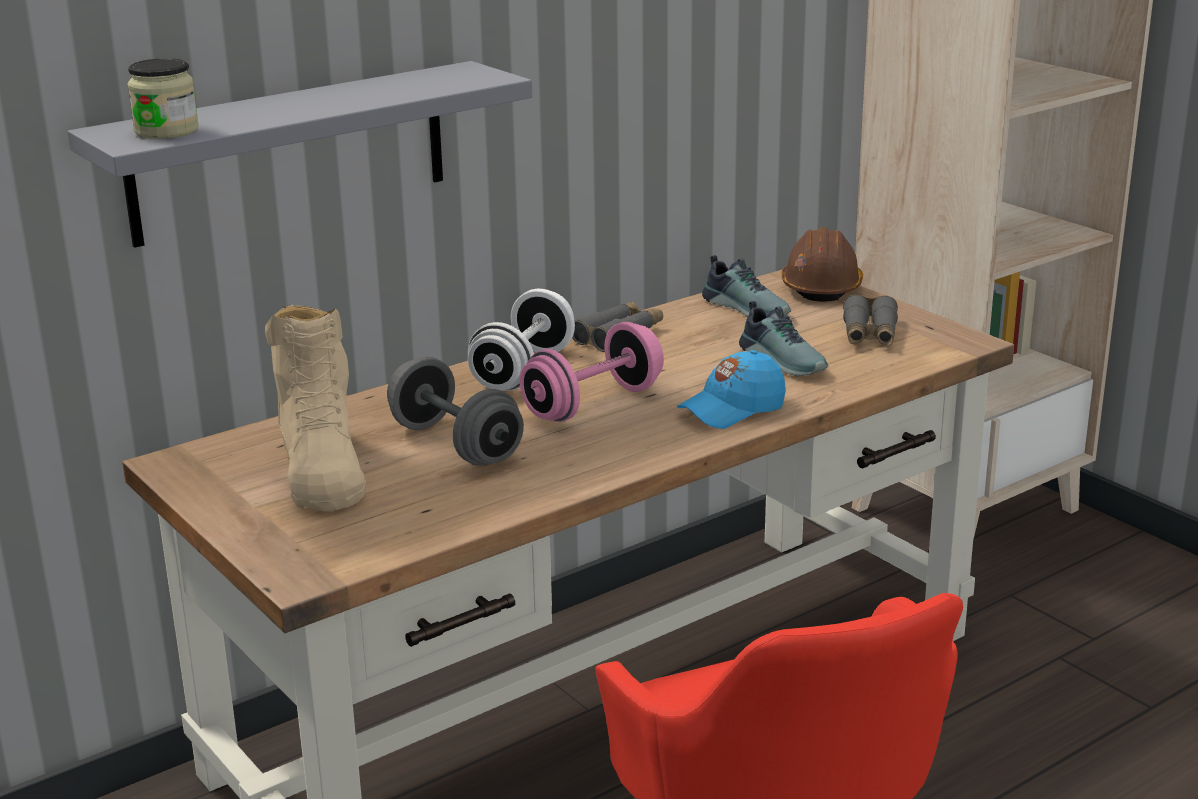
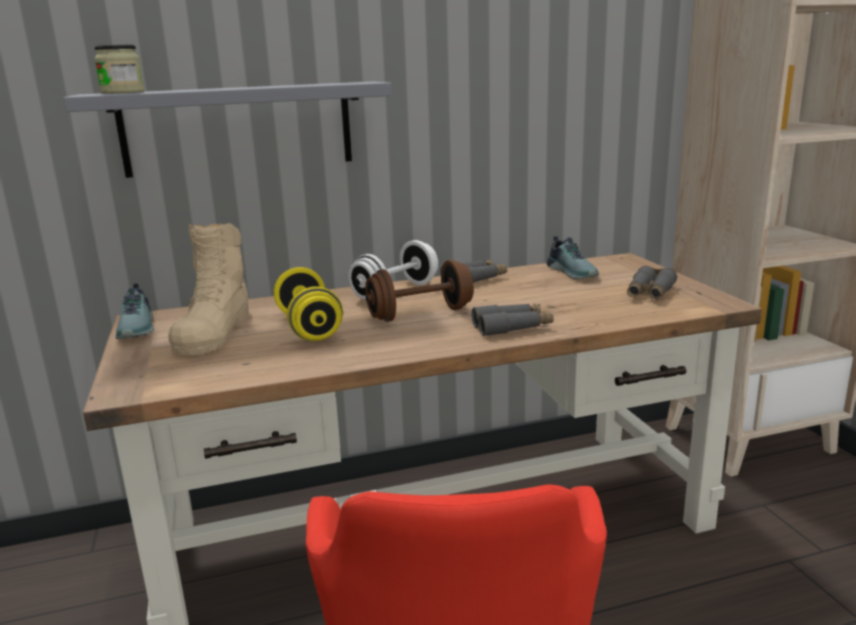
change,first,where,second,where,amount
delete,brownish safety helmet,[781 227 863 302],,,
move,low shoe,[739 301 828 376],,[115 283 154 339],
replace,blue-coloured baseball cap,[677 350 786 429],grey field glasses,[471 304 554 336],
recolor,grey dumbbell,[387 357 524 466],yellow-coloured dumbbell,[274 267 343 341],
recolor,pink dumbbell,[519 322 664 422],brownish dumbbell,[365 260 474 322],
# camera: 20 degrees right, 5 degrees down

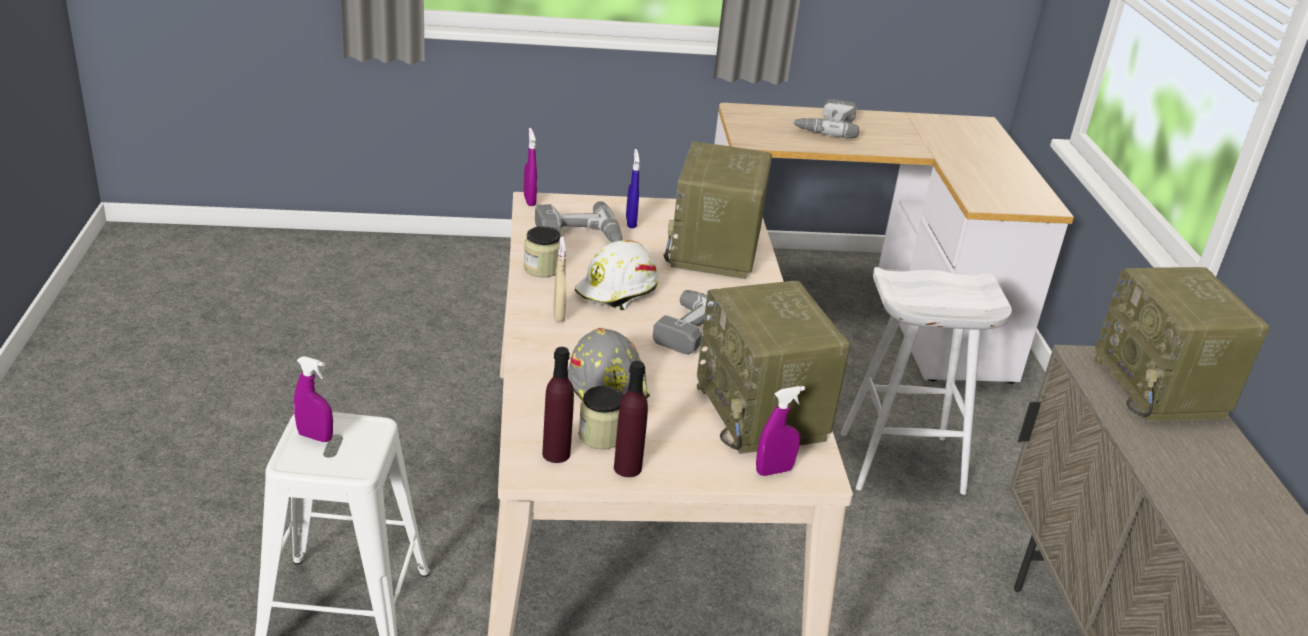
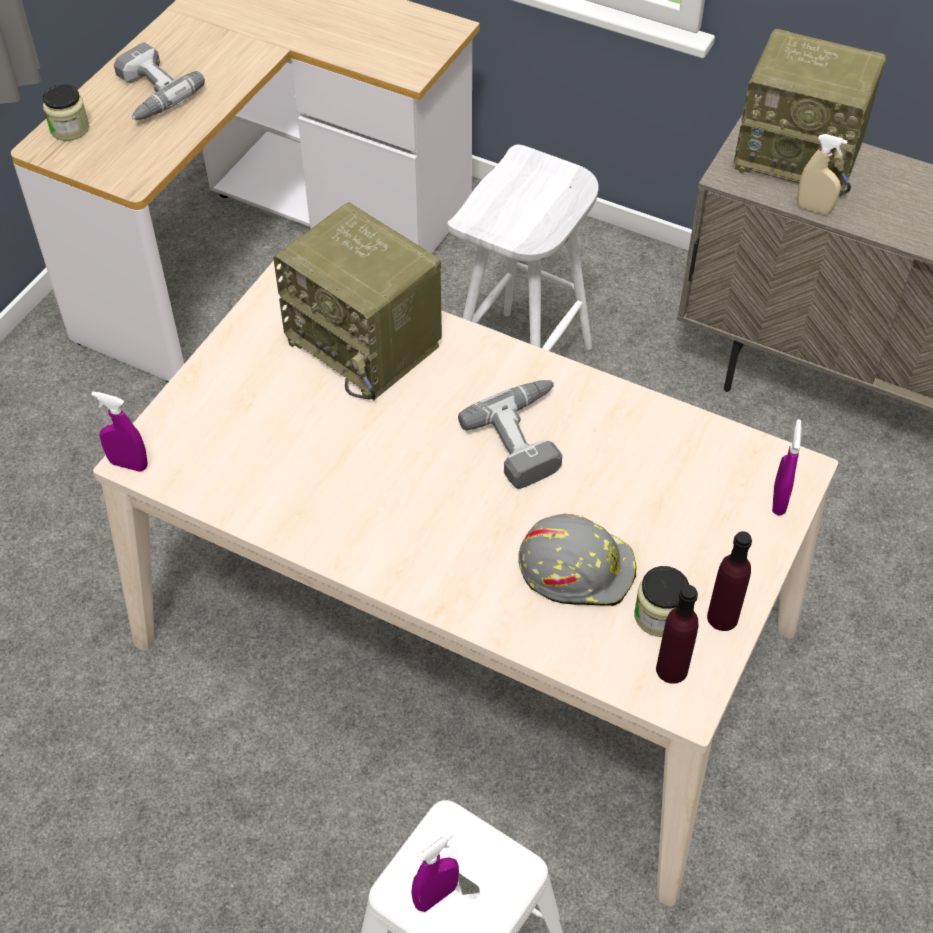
change,first,where,second,where,amount
delete,electric drill,[535 201 622 243],,,
delete,whitish safety helmet,[575 240 659 310],,,
delete,blue-coloured spray bottle,[626 149 640 228],,,
delete,radio,[697 281 850 454],,,
move,preserve jar,[523 226 560 277],,[43 84 89 141],
move,beige spray bottle,[553 237 566 322],,[797 134 848 214],
# camera: 55 degrees left, 20 degrees up

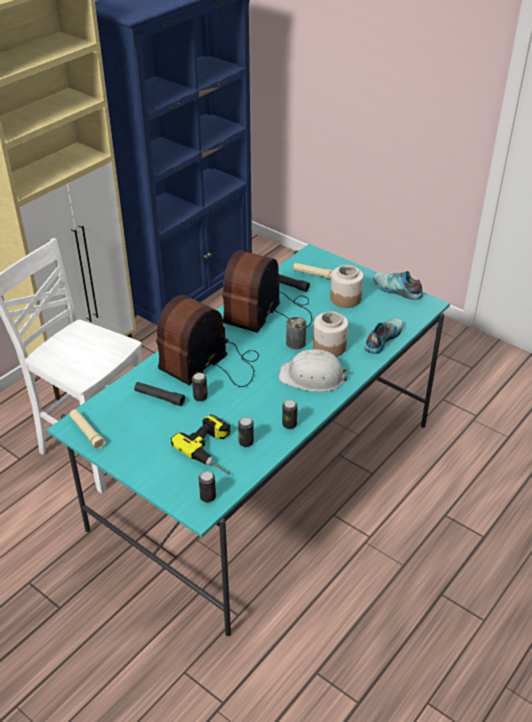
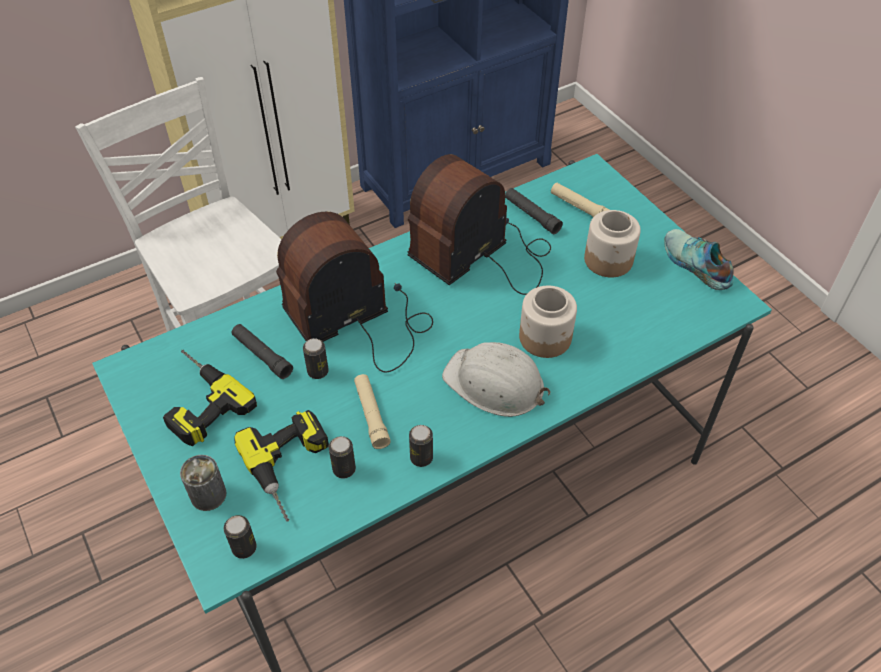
change,first,where,second,where,amount
delete,low shoe,[364 318 403 354],,,
insert,,,electric drill,[163 350 257 446],
move,beige flashlight,[70 409 105 449],,[354 374 391 449],
move,metal can,[286 317 307 350],,[180 455 227 511],
# camera: 20 degrees right, 10 degrees up

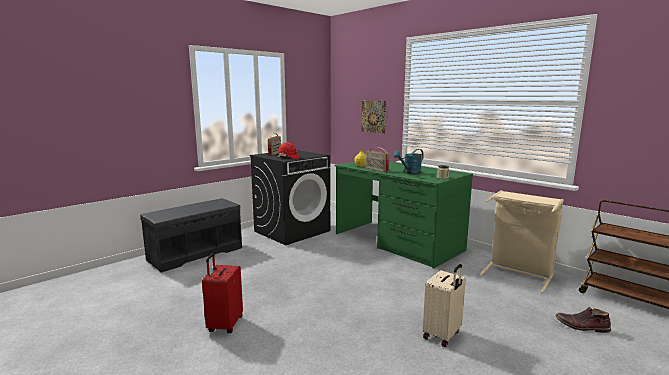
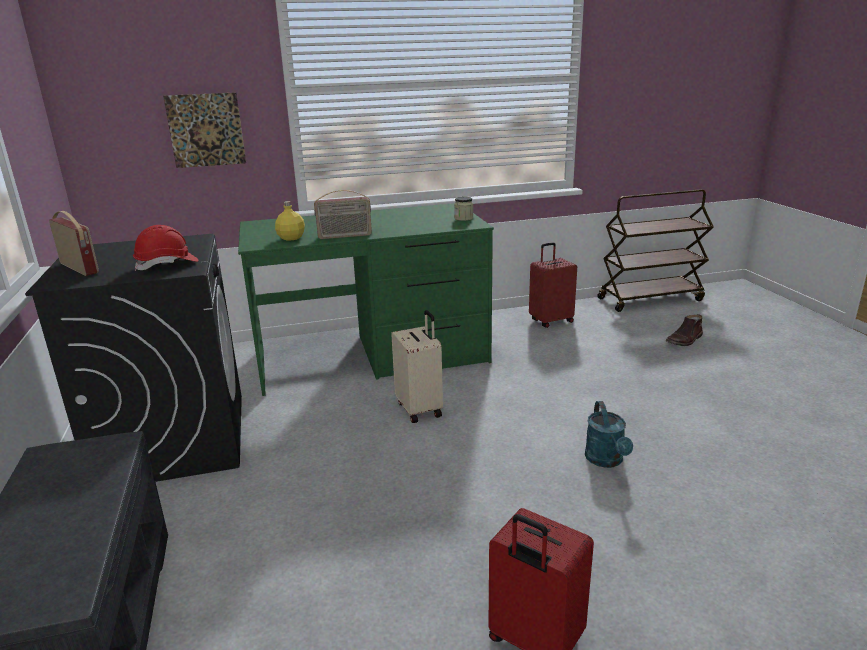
change,first,where,second,where,amount
move,turquoise watering pot,[393 149 424 174],,[585 401 633 468],
move,beige piece of luggage,[423 264 466 347],,[391 310 443 423],
replace,beige laundry basket,[479 190 564 293],red piece of luggage,[529 242 577 328],
# camera: 60 degrees left, 10 degrees up

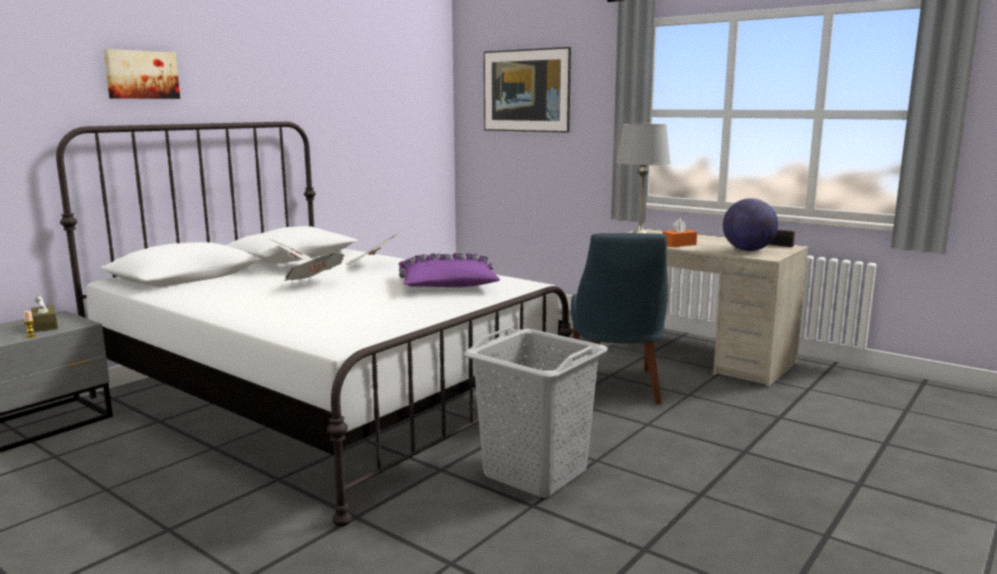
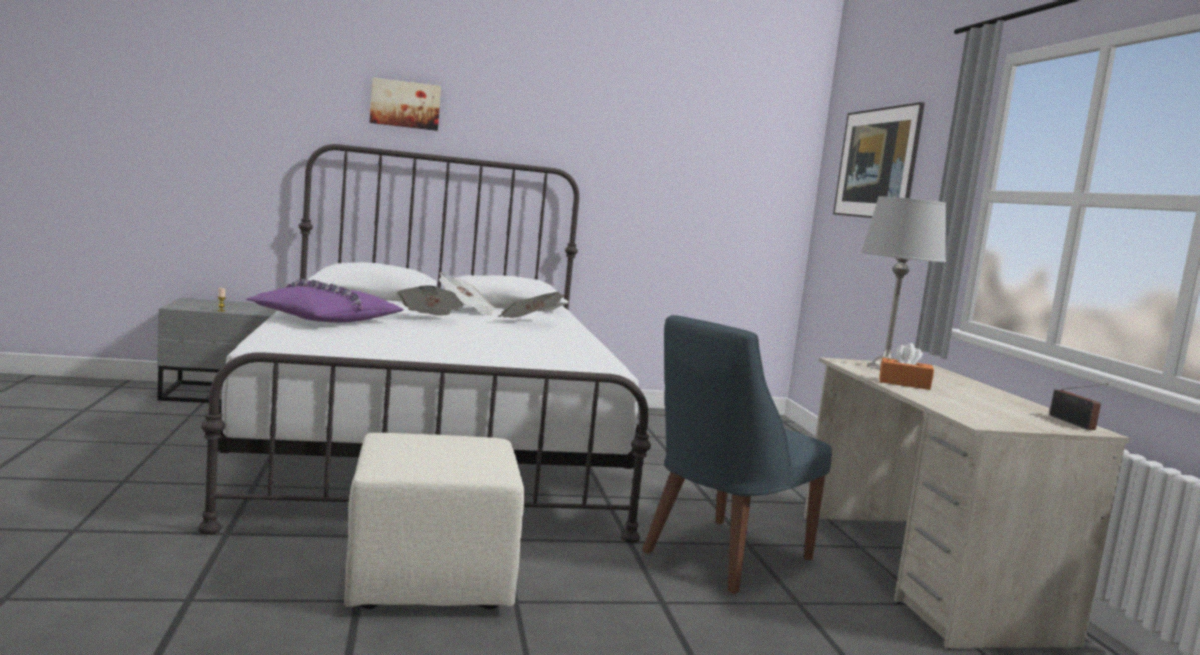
change,first,where,second,where,amount
delete,brownish box of tissues,[31 295 58 332],,,
delete,globe,[723 198 778 251],,,
move,purple cushion,[399 253 500 287],,[245 279 404 323],
replace,grey laundry basket,[464 328 608 498],beige ottoman,[344 433 524 609],
# camera: 40 degrees right, 5 degrees down

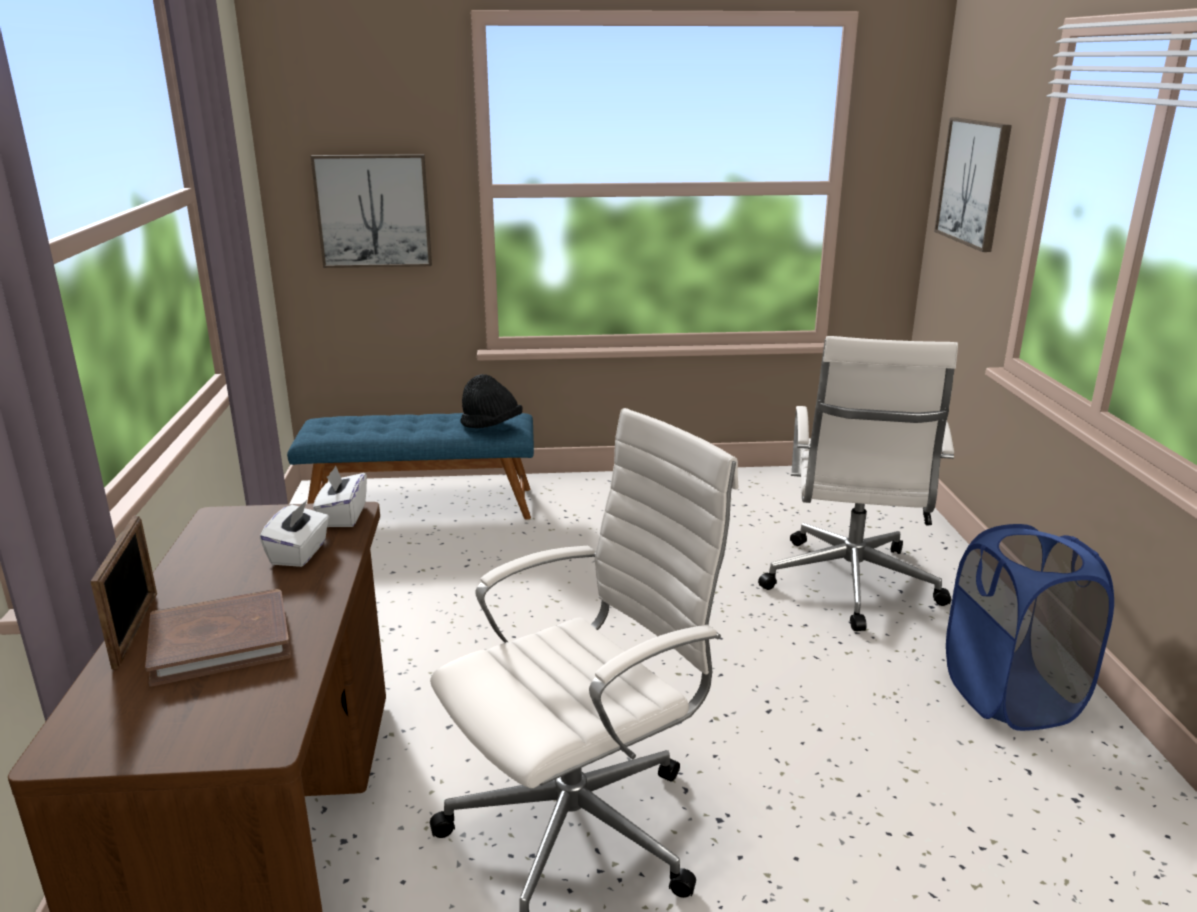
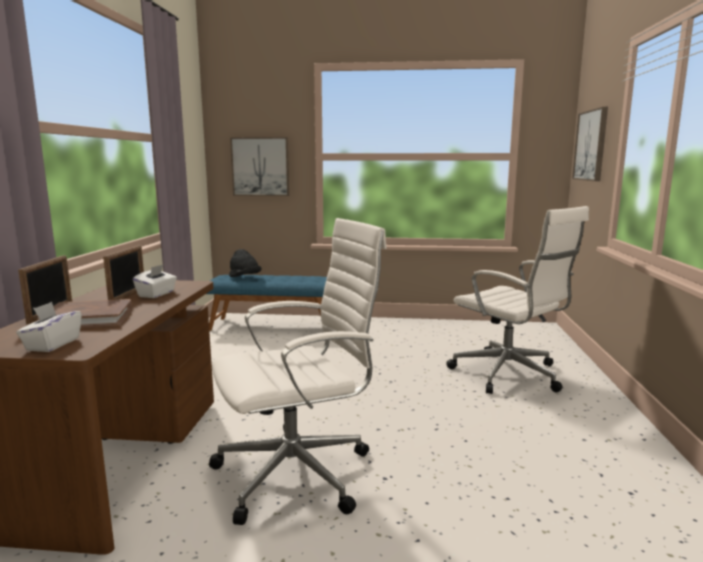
change,first,where,second,where,amount
delete,blue-coloured laundry basket,[946 524 1114 731],,,
insert,,,photo frame,[103 245 144 300],
move,whitish box of tissues,[313 466 367 527],,[16 302 82 352],
move,blackish wearable hat,[460 374 522 428],,[229 249 262 277],
rotate,whitish computer chair,[758 336 958 631],,[446 206 589 394],60 degrees counterclockwise
# camera: 10 degrees right, 10 degrees down

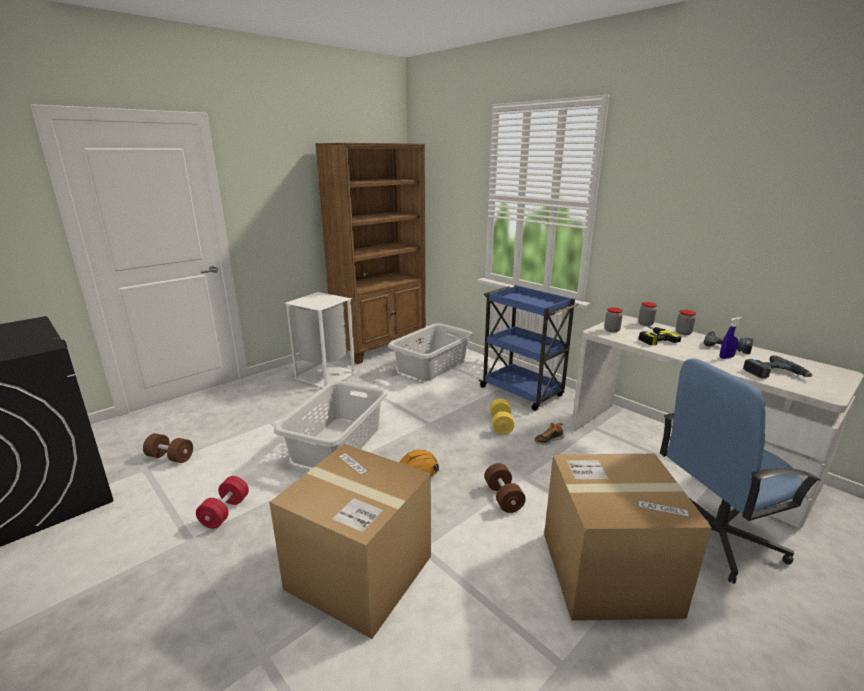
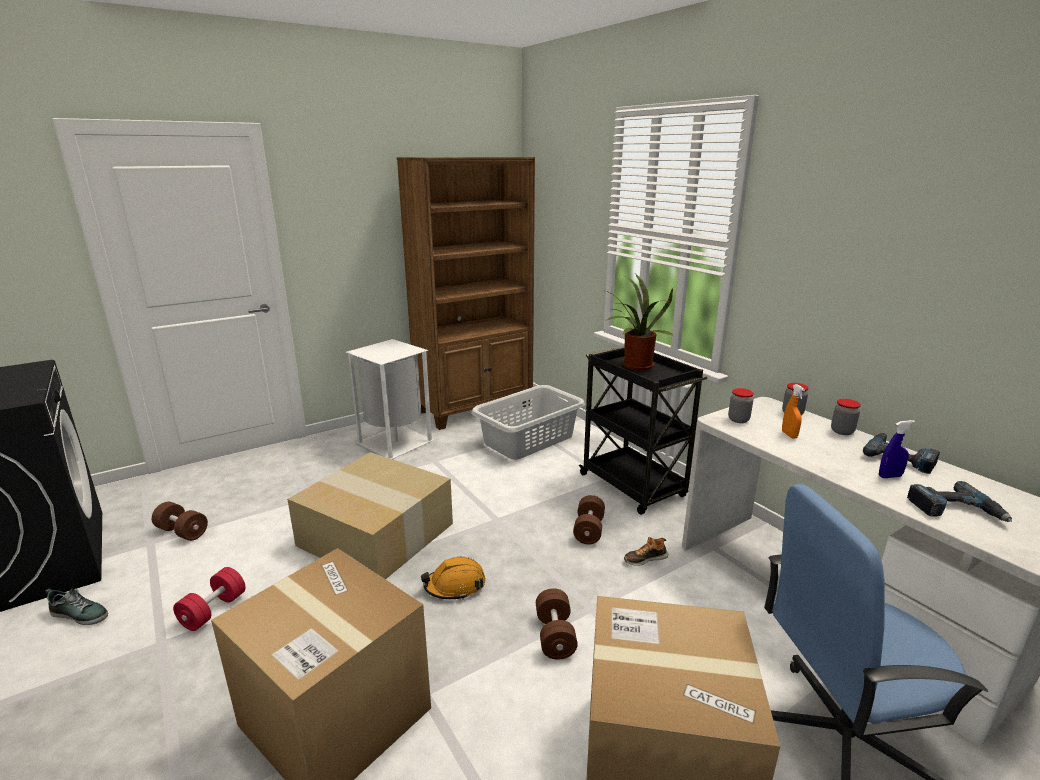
change,first,where,second,where,amount
insert,,,low shoe,[46 588 108 625],
insert,,,potted plant,[603 274 674 371],
replace,grey laundry basket,[274 381 387 468],carton,[287 452 453 579],
replace,electric drill,[639 324 681 346],orange-coloured spray bottle,[782 384 805 439],
recolor,blue-coloured trolley,[478 285 579 411],blackish trolley,[578 346 708 515],
recolor,yellow-coloured dumbbell,[490 399 514 434],brownish dumbbell,[573 495 605 544],
# camera: 10 degrees right, 0 degrees up

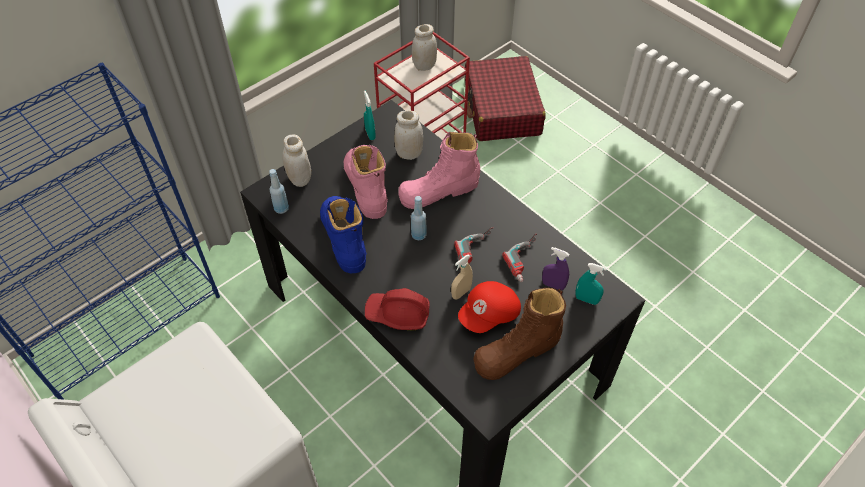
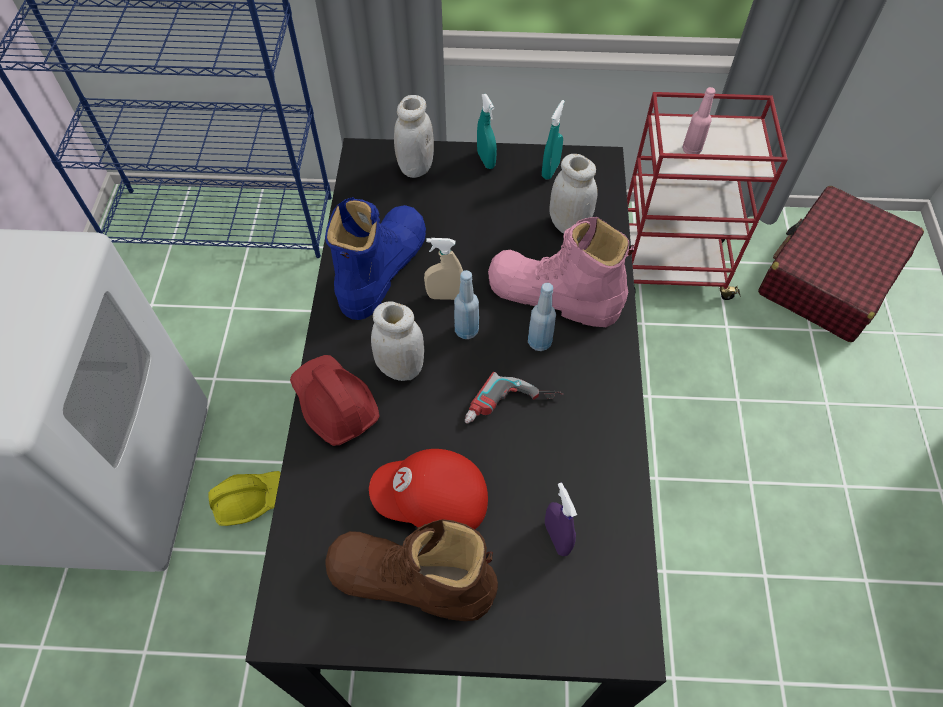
change,first,where,second,where,amount
delete,pink high-top boot,[344 145 388 219],,,
delete,electric drill,[502 234 537 282],,,
insert,,,yellow-coloured safety helmet,[208 471 281 526],
insert,,,pink drink bottle,[682 87 715 154],
move,blue-coloured drink bottle,[269 169 289 214],,[528 283 556 351],
move,whitish preserve jar,[412 24 437 71],,[371 301 425 381],
move,beige spray bottle,[451 255 473 300],,[424 238 463 300],
move,turquoise spray bottle,[576 263 607 305],,[477 94 497 169],
# camera: 45 degrees right, 5 degrees up

